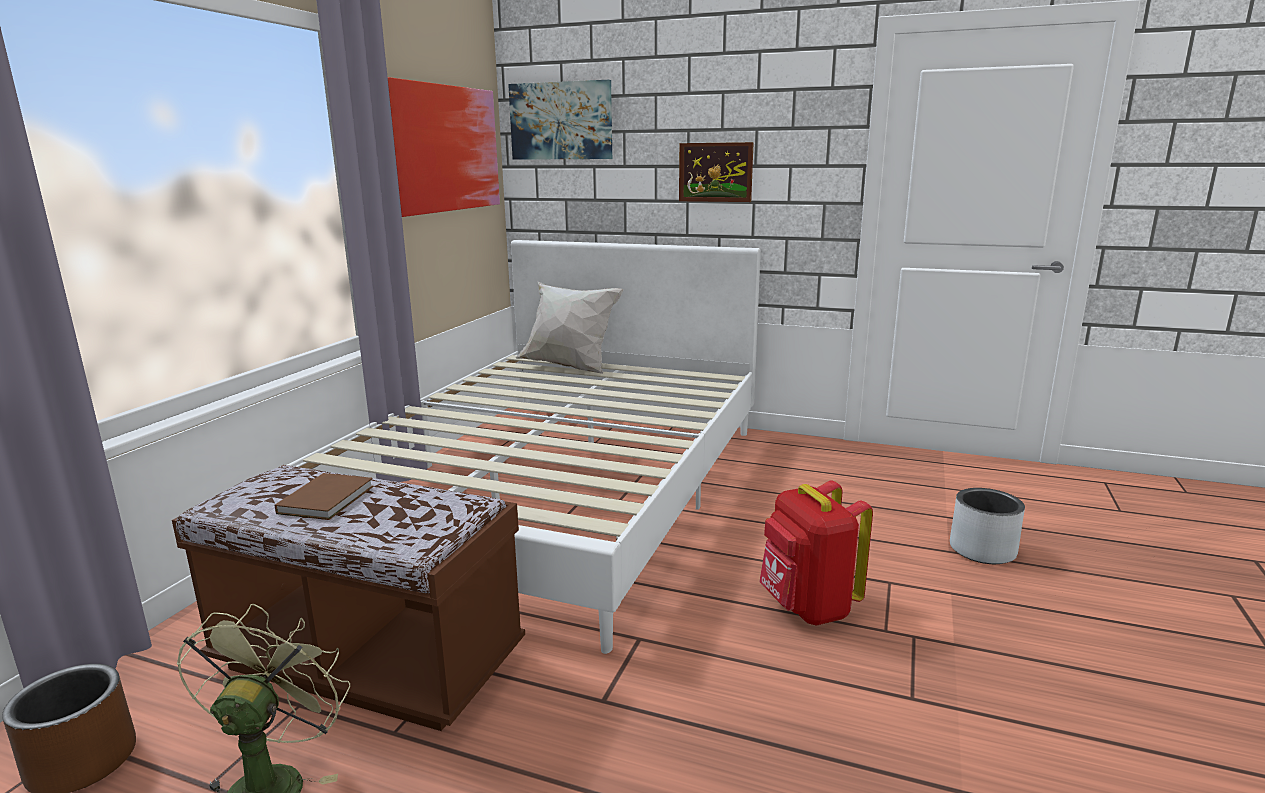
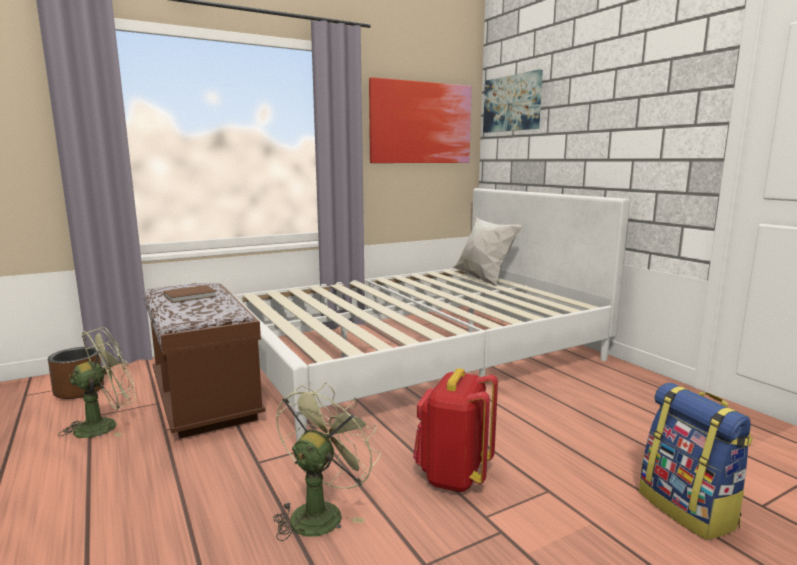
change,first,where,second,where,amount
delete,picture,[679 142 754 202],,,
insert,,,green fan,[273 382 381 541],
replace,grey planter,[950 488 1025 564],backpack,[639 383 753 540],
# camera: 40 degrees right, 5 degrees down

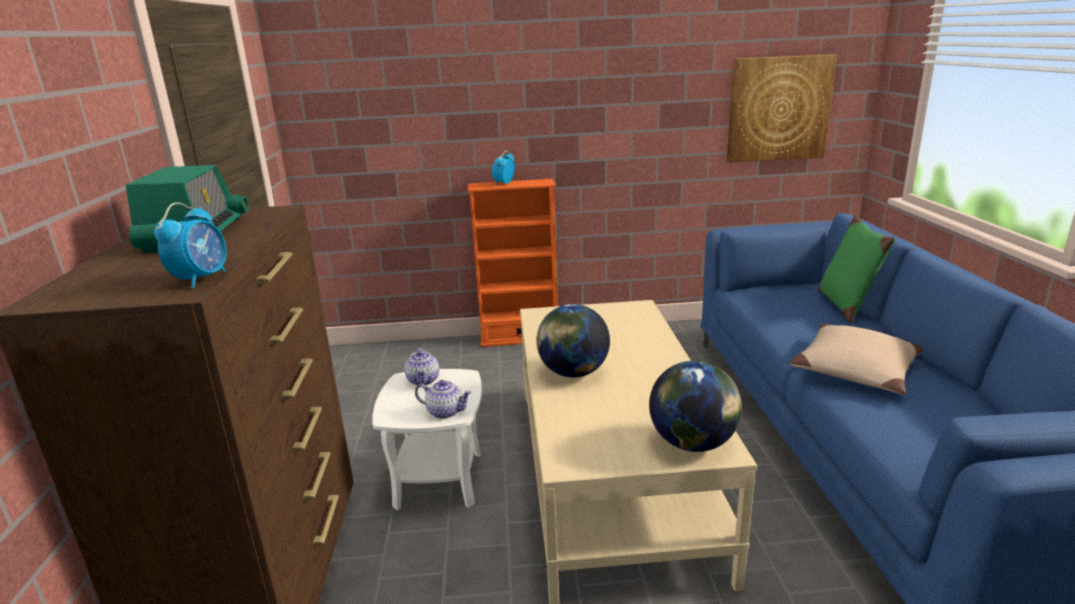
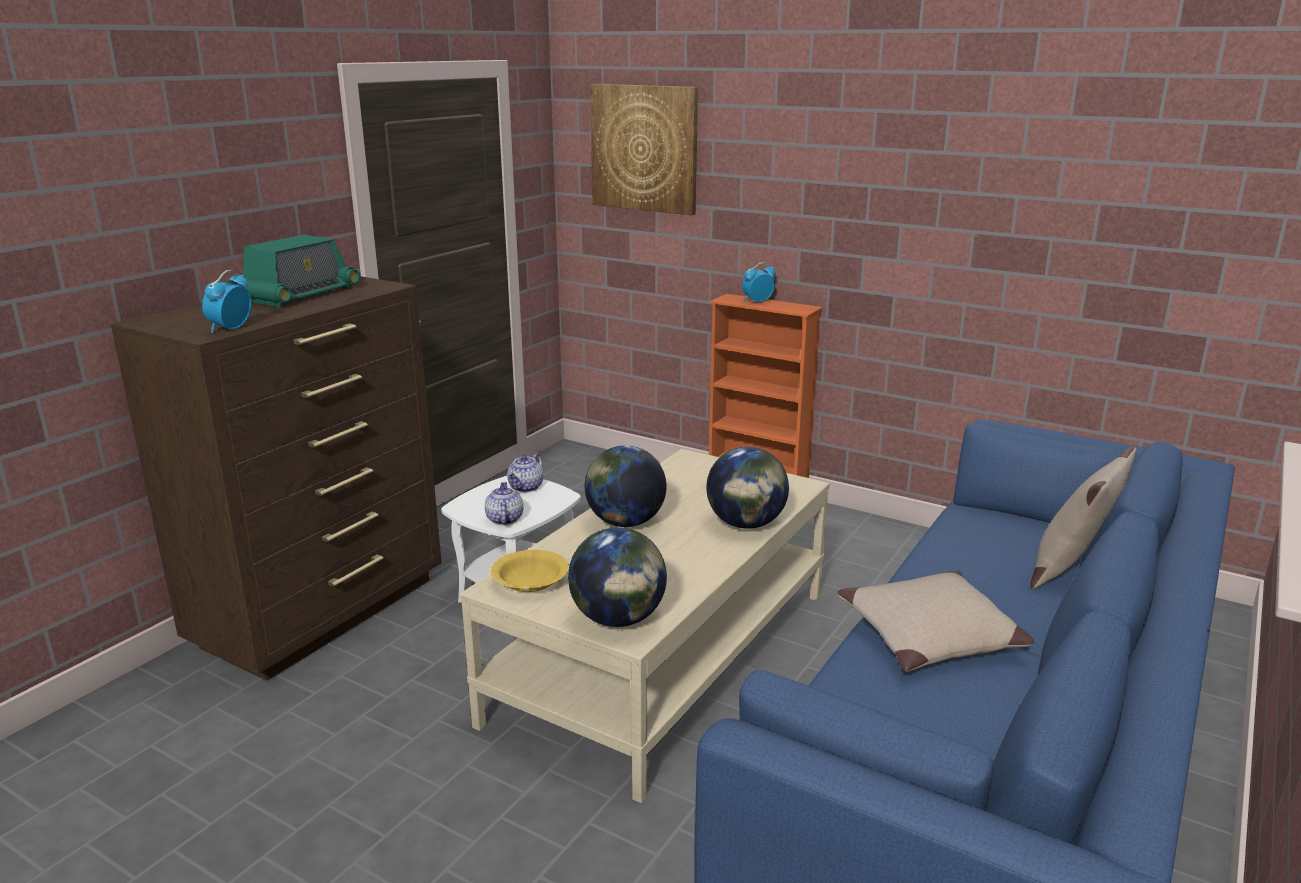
change,first,where,second,where,amount
insert,,,yellow-coloured serving bowl,[491 550 569 592],
insert,,,globe,[706 447 789 529],
move,picture,[727 54 837 162],,[590 84 698 215],
recolor,green cushion,[818 215 896 323],beige cushion,[1030 446 1137 589],
rotate,table clock,[154 203 227 289],,[202 270 252 333],150 degrees clockwise
rotate,tea pot,[415 380 472 419],,[485 482 523 525],150 degrees counterclockwise
# camera: 35 degrees right, 0 degrees up

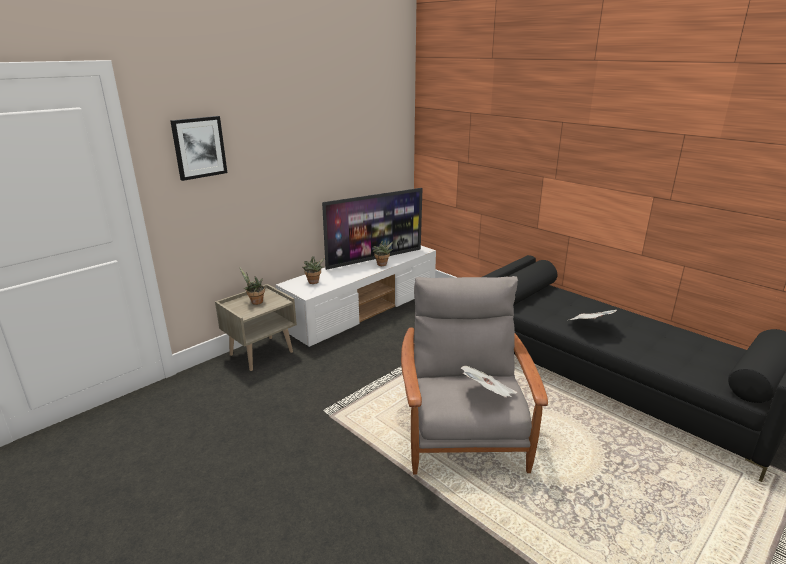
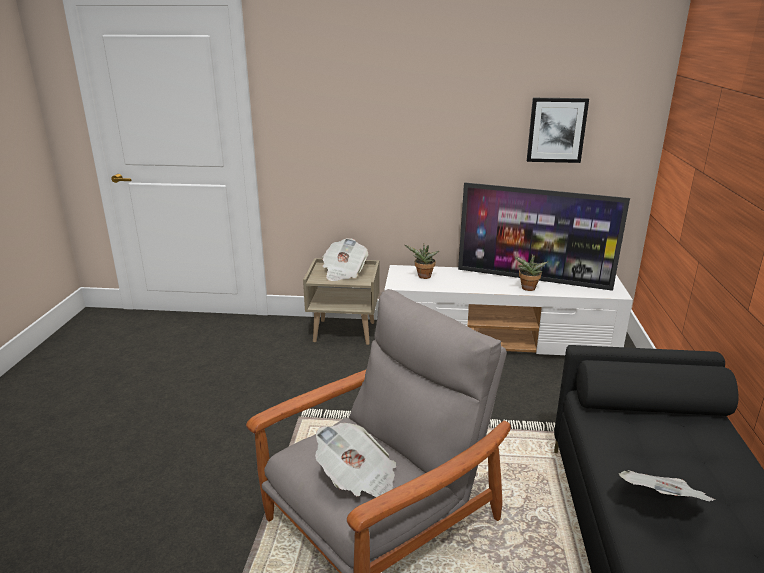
change,first,where,second,where,amount
move,picture,[170 116 227 181],,[527 98 589 163],
replace,potted plant,[240 268 265 305],daily paper,[322 238 368 281],
# camera: 50 degrees right, 0 degrees up

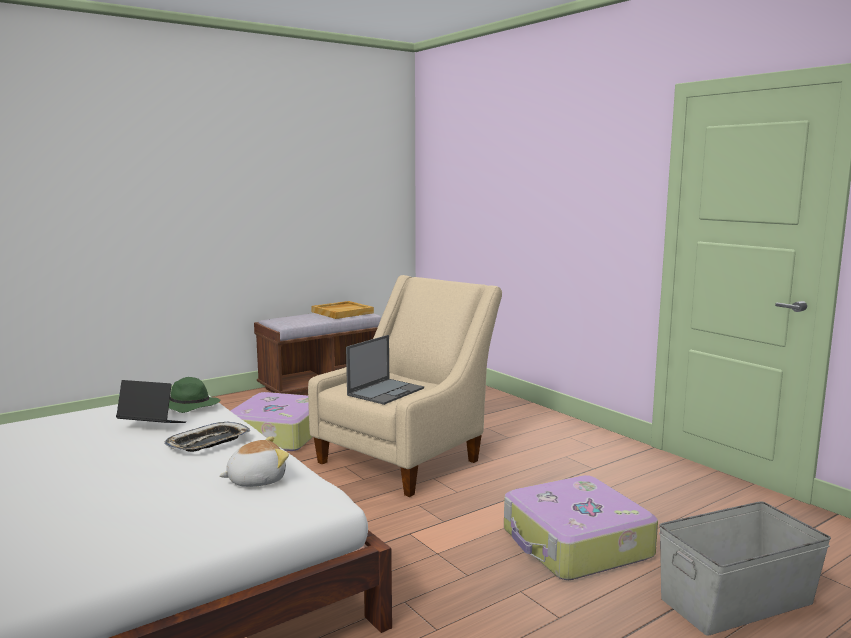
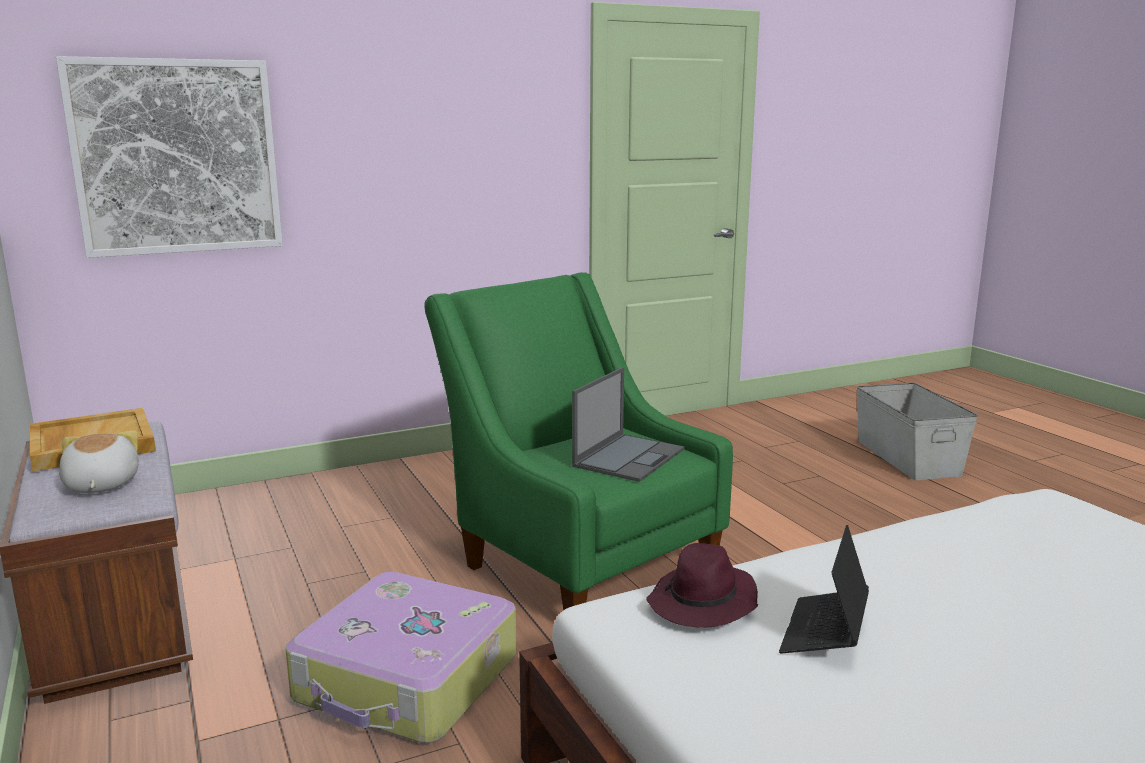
change,first,where,second,where,amount
delete,carrying tray,[164 422 250 452],,,
delete,piece of luggage,[504 475 658 580],,,
insert,,,picture,[56 56 283 258],
move,soft toy,[219 436 289 487],,[59 431 139 493],
recolor,green wearable hat,[169 377 221 413],purple wearable hat,[646 543 758 627],
recolor,beige lounge chair,[308 275 502 497],green lounge chair,[424 272 733 610],
rotate,portable computer,[346 335 424 405],,[572 367 684 482],75 degrees clockwise
# camera: 80 degrees left, 5 degrees up

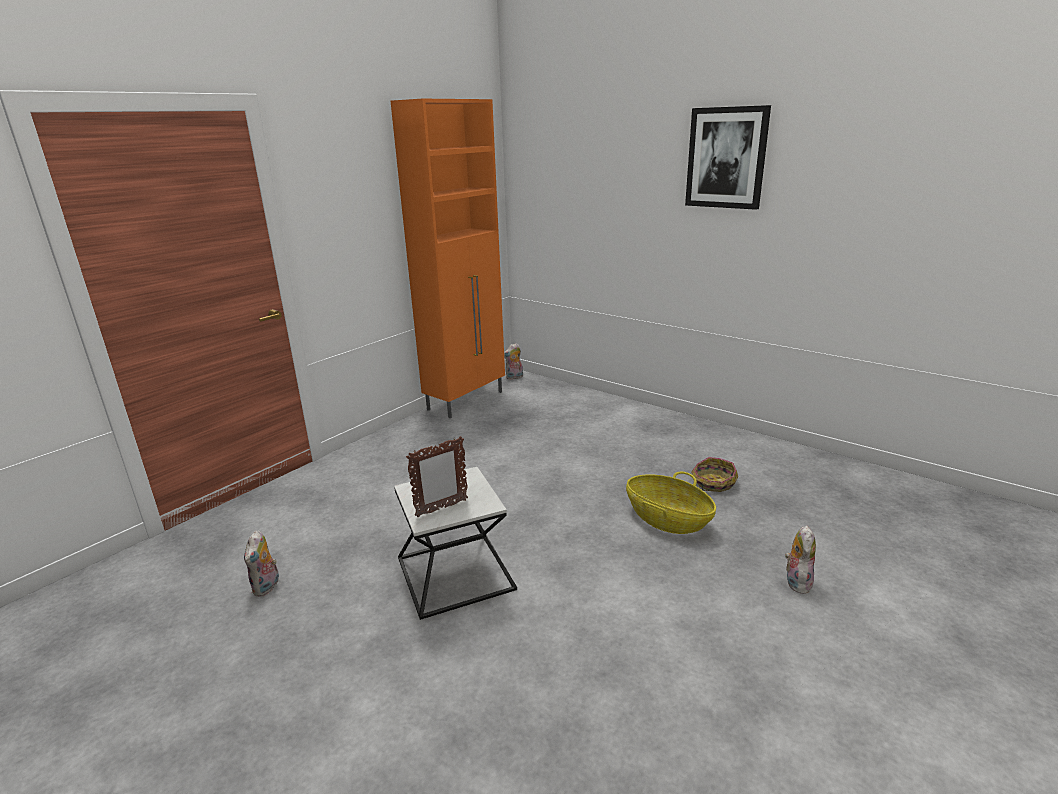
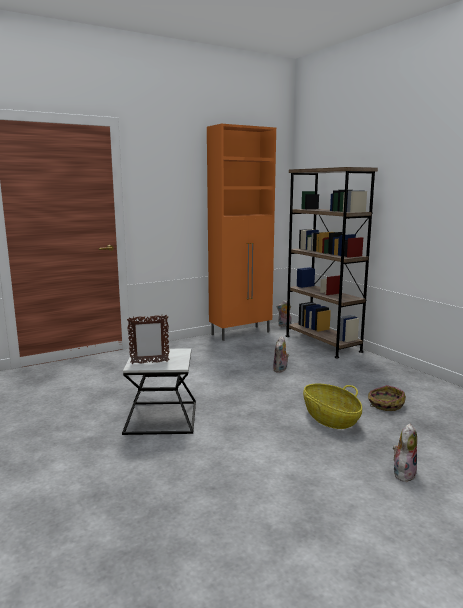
change,first,where,second,where,amount
delete,picture,[685 105 771 210],,,
insert,,,brownish bookshelf,[285 167 378 359],
move,soft toy,[244 530 279 597],,[273 336 289 373],
# camera: 20 degrees right, 10 degrees down

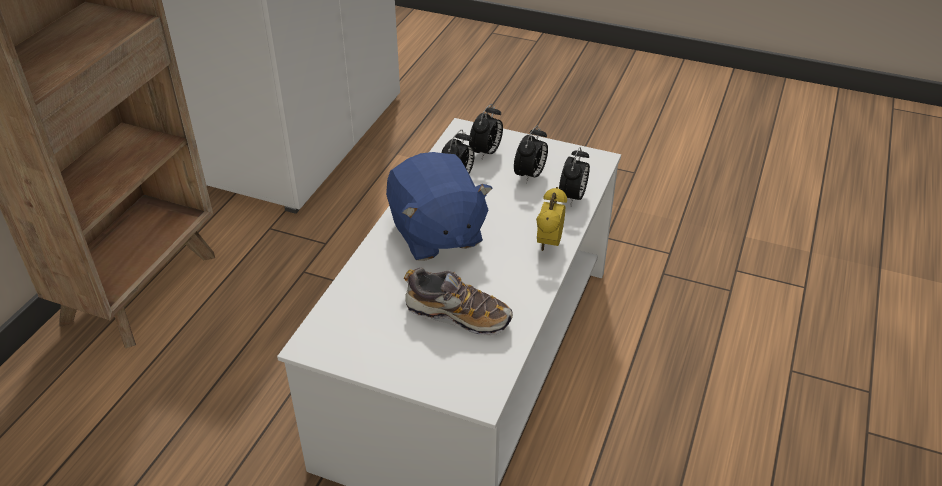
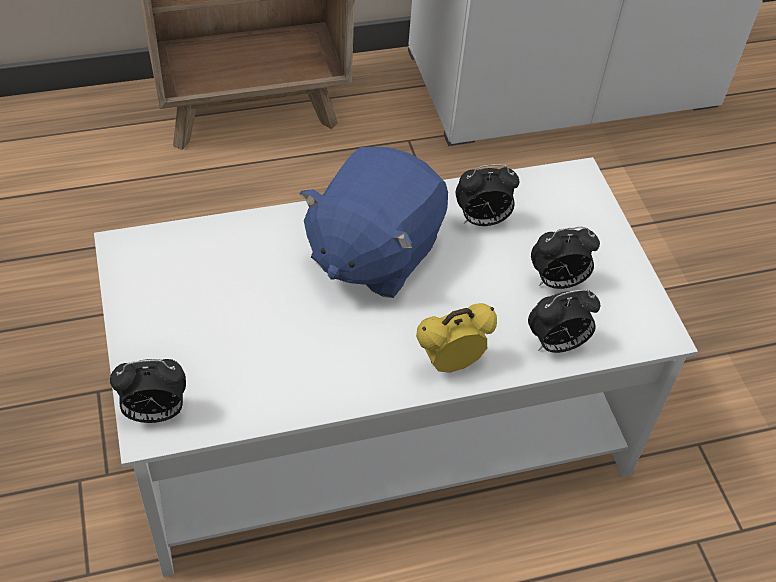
change,first,where,second,where,amount
delete,low shoe,[404 268 513 335],,,
move,table clock,[469 104 503 160],,[110 359 186 423],
# camera: 50 degrees right, 10 degrees up

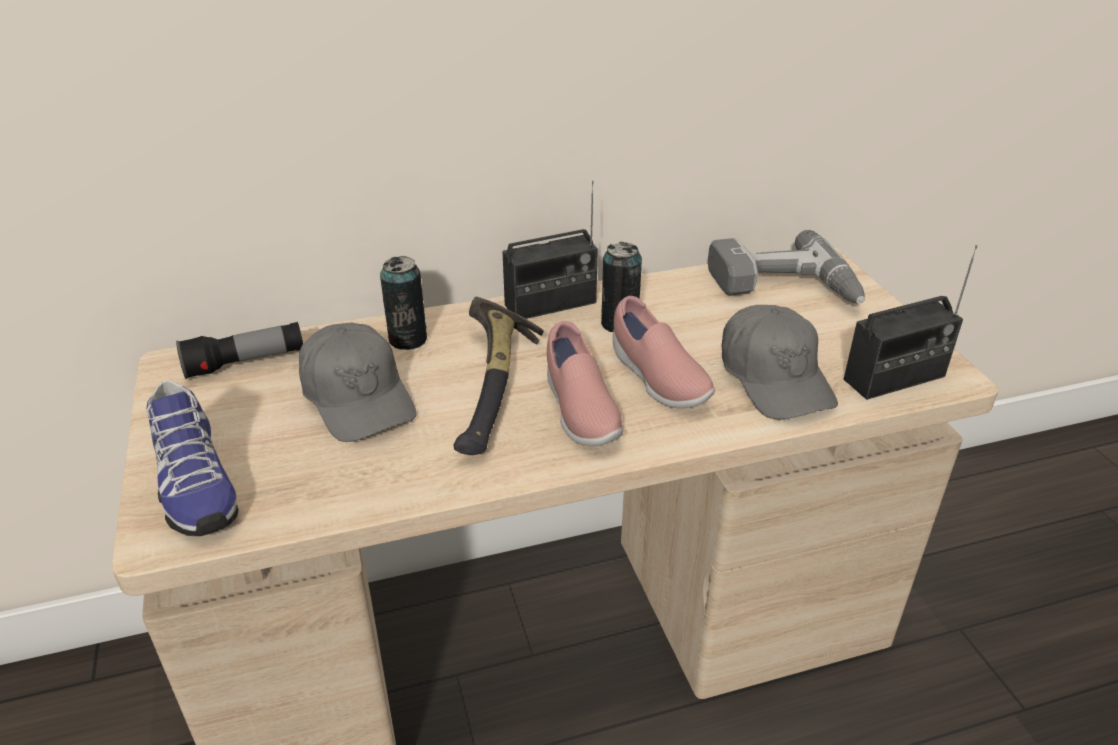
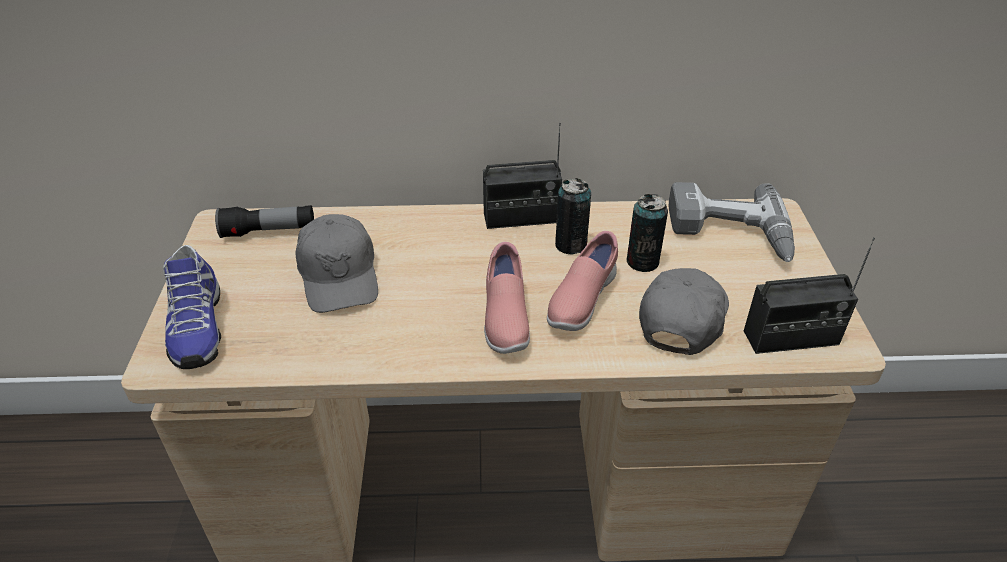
change,first,where,second,where,amount
delete,hammer,[454 296 544 455],,,
move,metal can,[380 256 427 350],,[626 194 668 272],
rotate,pink low shoe,[613 296 715 408],,[547 231 618 331],45 degrees clockwise
rotate,grey baseball cap,[722 305 838 420],,[639 268 729 355],150 degrees counterclockwise
# camera: 15 degrees right, 5 degrees up

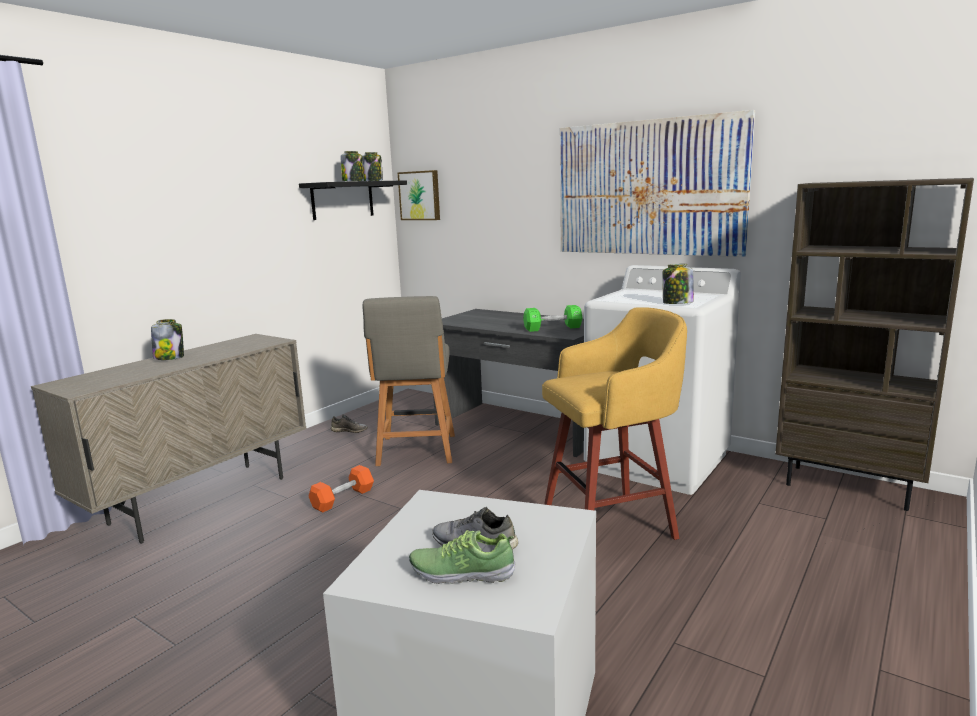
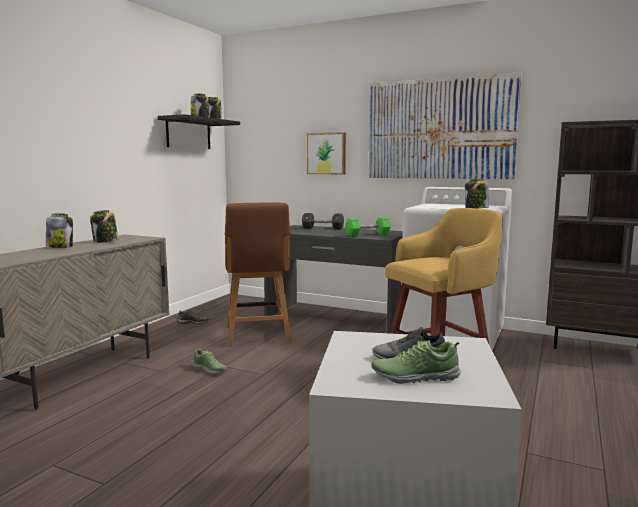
change,first,where,second,where,amount
insert,,,preserve jar,[90 210 118 243],
insert,,,blackish dumbbell,[302 213 344 230],
move,picture,[397 170 440 220],,[307 132 346 174],
replace,orange-coloured dumbbell,[309 465 374 513],low shoe,[192 348 228 374],
recolor,grey plain chair,[363 296 455 466],brownish plain chair,[225 202 292 346],
# camera: 10 degrees left, 5 degrees down

